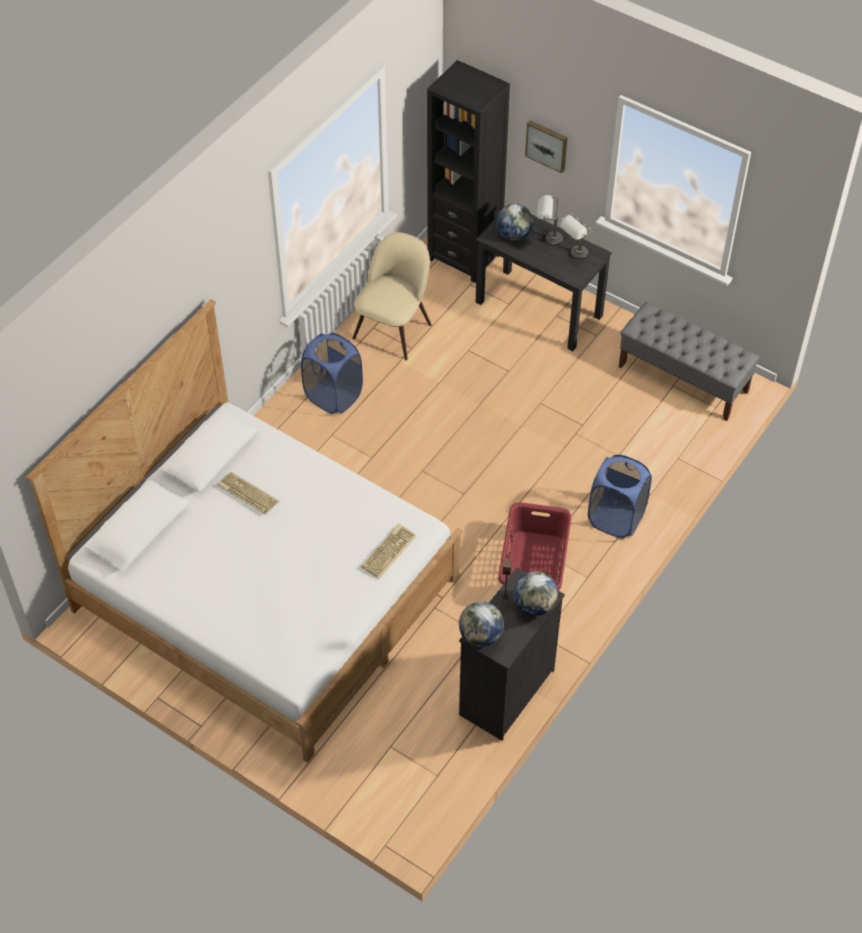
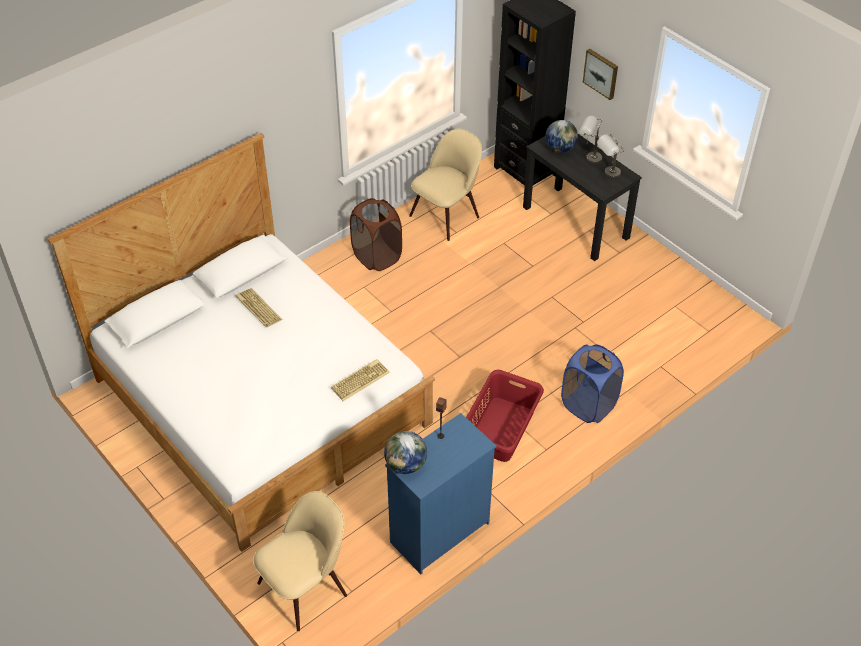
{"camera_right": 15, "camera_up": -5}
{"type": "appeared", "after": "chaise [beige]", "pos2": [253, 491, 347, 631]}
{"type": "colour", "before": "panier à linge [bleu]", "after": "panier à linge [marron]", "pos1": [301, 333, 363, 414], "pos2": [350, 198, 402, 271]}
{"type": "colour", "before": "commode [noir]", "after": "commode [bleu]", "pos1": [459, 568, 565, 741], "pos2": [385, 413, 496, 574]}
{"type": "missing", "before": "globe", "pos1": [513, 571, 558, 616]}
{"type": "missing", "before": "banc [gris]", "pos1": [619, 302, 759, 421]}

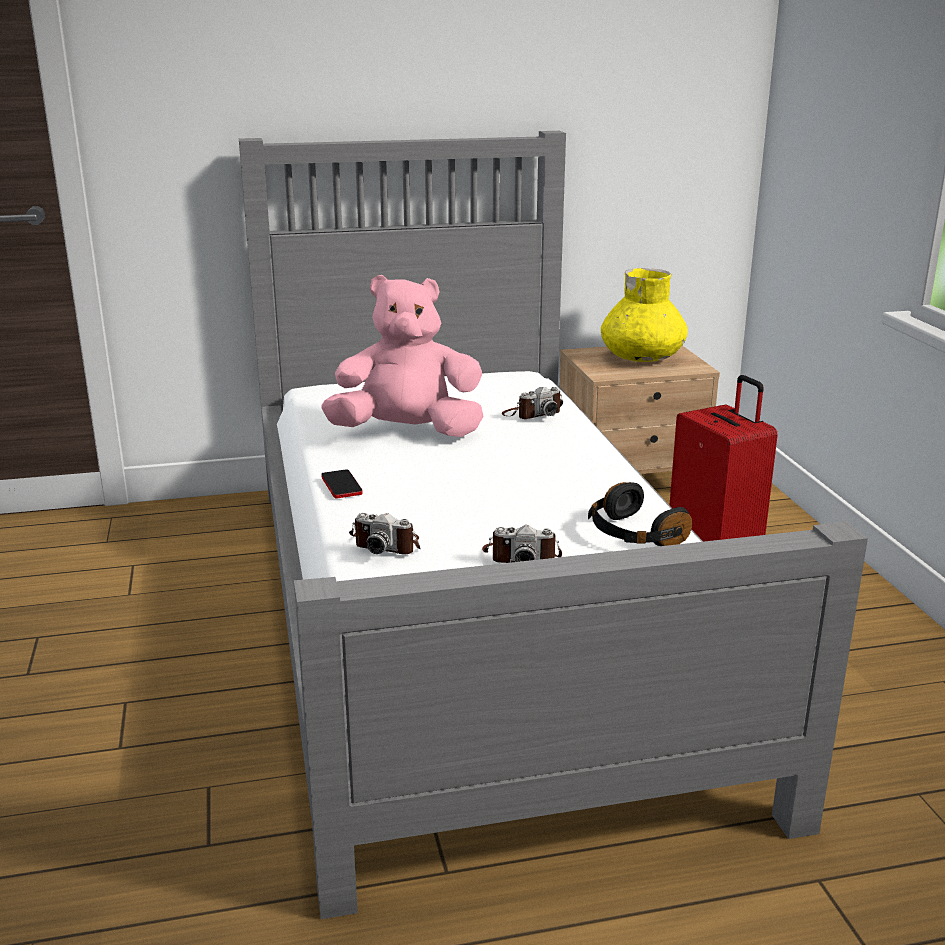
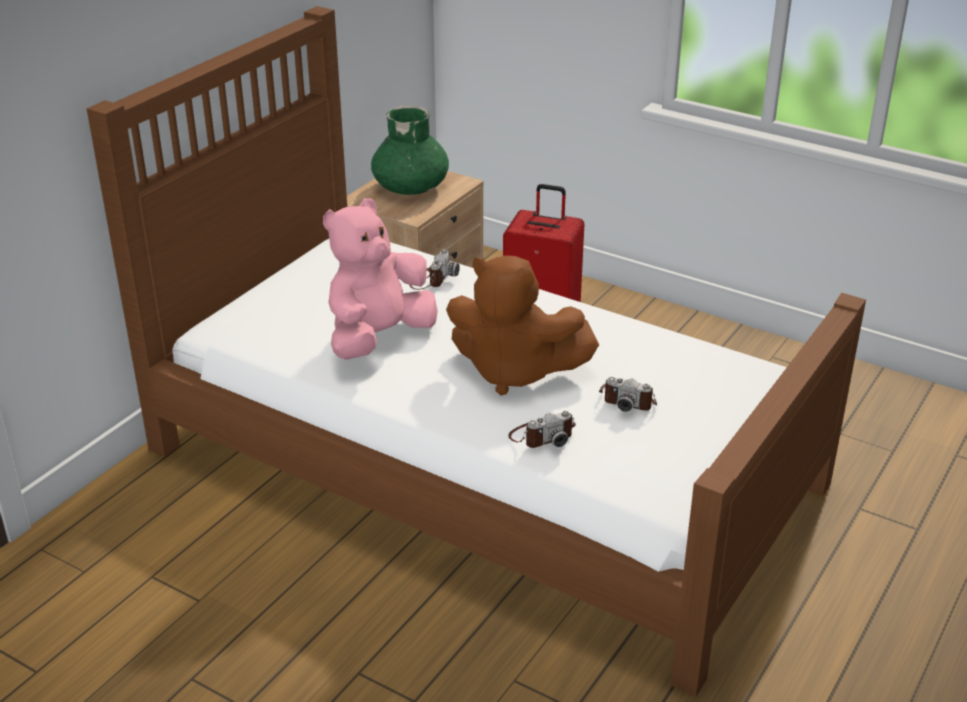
{"camera_right": -45, "camera_up": 10}
{"type": "colour", "before": "lit [gris]", "after": "lit [marron]", "pos1": [239, 131, 868, 919], "pos2": [86, 6, 866, 697]}
{"type": "colour", "before": "vase [jaune]", "after": "vase [vert]", "pos1": [601, 268, 688, 362], "pos2": [371, 105, 449, 195]}
{"type": "appeared", "after": "peluche [marron]", "pos2": [446, 255, 599, 395]}
{"type": "spun", "before": "appareil photo", "pos1": [482, 525, 562, 563], "pos2": [599, 377, 657, 412], "turn": 60}
{"type": "missing", "before": "téléphone", "pos1": [321, 469, 363, 499]}
{"type": "missing", "before": "casque audio [noir]", "pos1": [588, 482, 692, 546]}

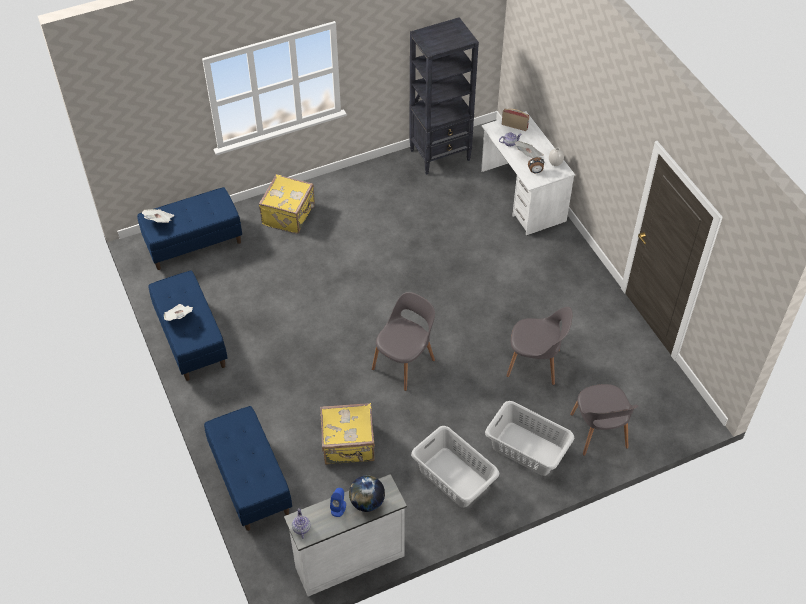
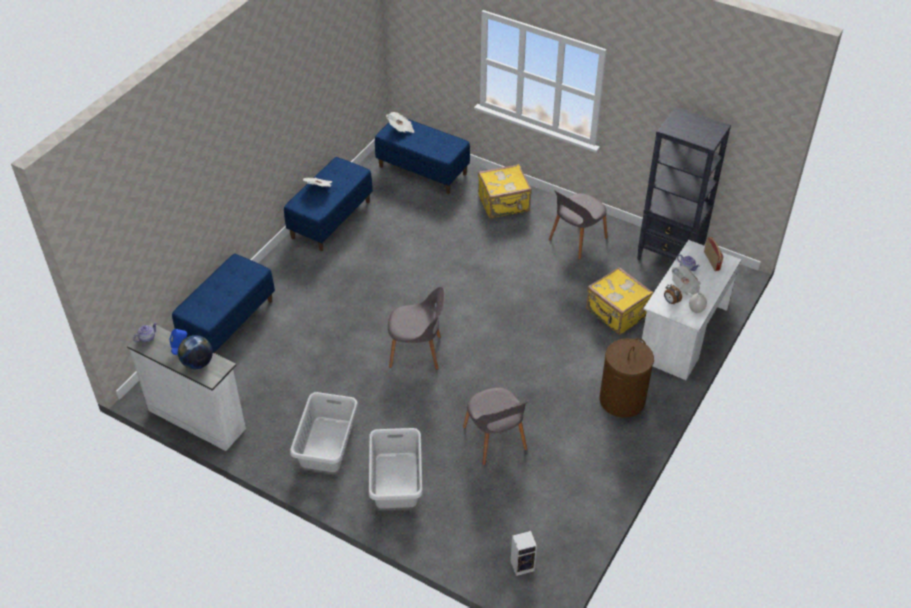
{"camera_right": 55, "camera_up": -5}
{"type": "appeared", "after": "enceinte", "pos2": [511, 531, 537, 576]}
{"type": "relocated", "before": "chaise [gris]", "pos1": [570, 384, 638, 456], "pos2": [549, 190, 608, 260]}
{"type": "relocated", "before": "valise [jaune]", "pos1": [320, 403, 375, 465], "pos2": [586, 267, 653, 335]}
{"type": "appeared", "after": "panier à linge [marron]", "pos2": [600, 338, 654, 418]}

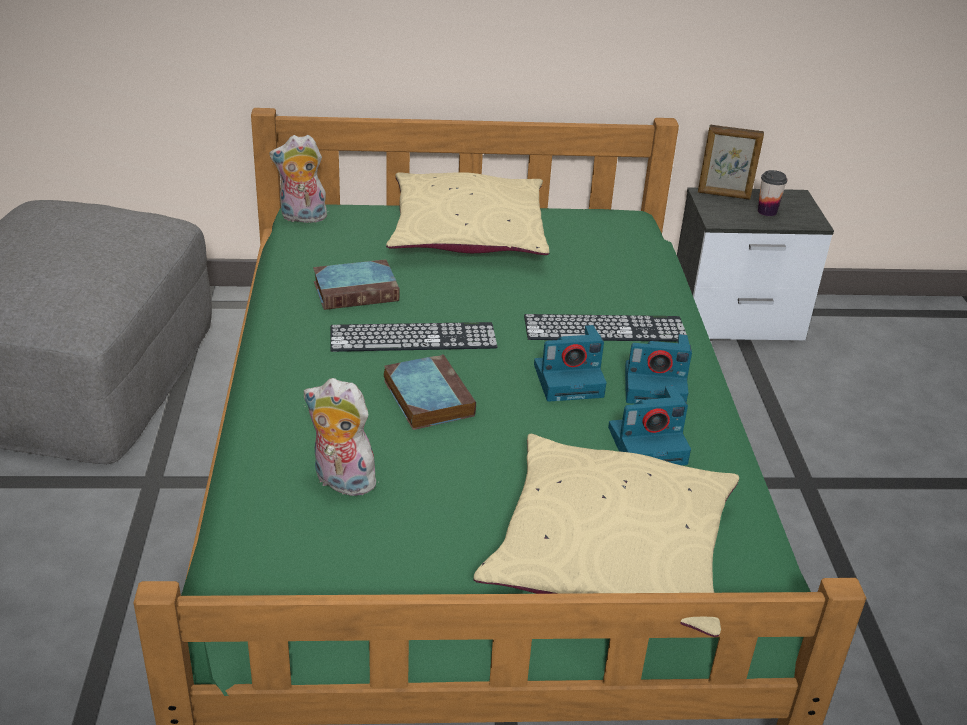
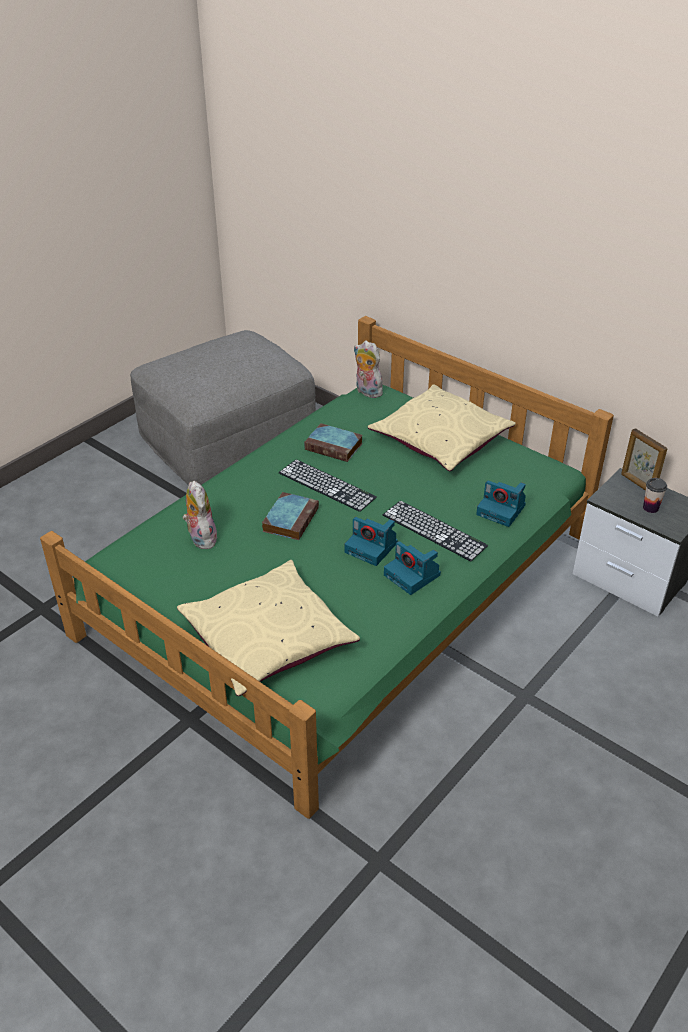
{"camera_right": 45, "camera_up": 5}
{"type": "relocated", "before": "appareil photo", "pos1": [608, 386, 691, 465], "pos2": [476, 481, 526, 527]}

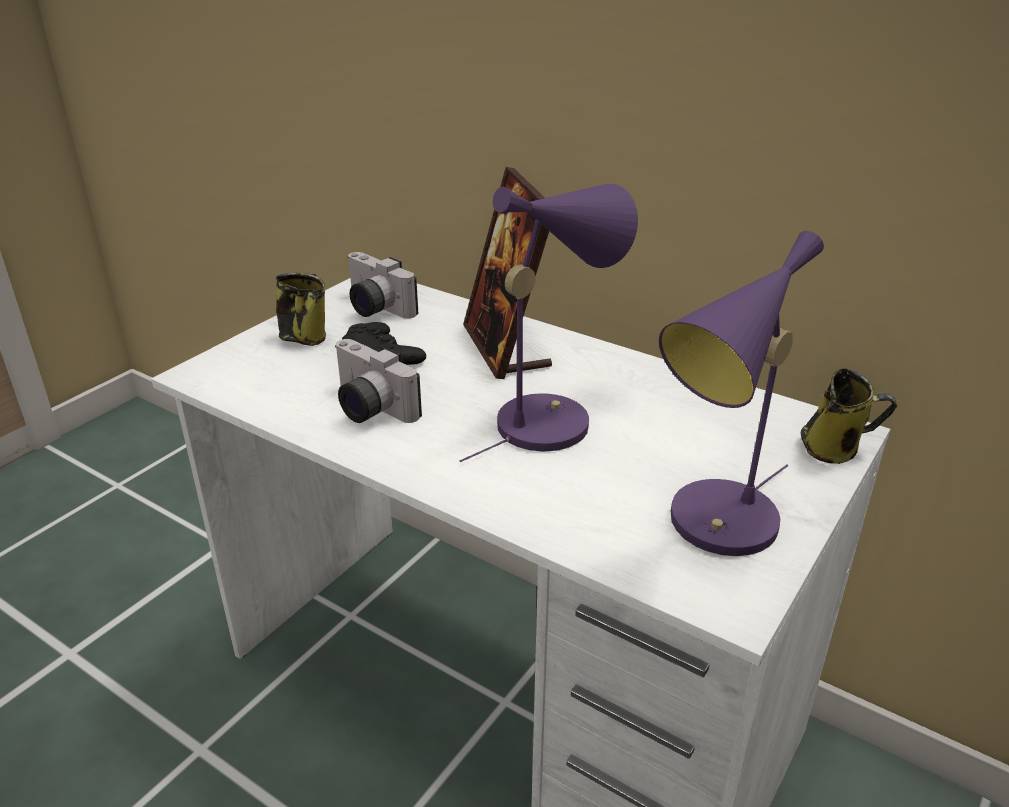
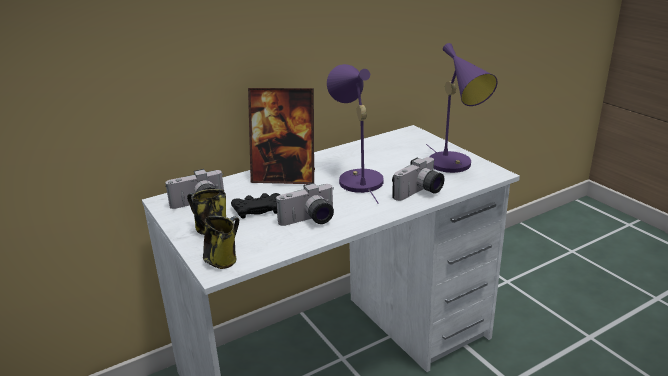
{"camera_right": -65, "camera_up": -5}
{"type": "relocated", "before": "mug", "pos1": [800, 368, 897, 464], "pos2": [203, 216, 239, 269]}
{"type": "appeared", "after": "appareil photo", "pos2": [392, 157, 444, 201]}

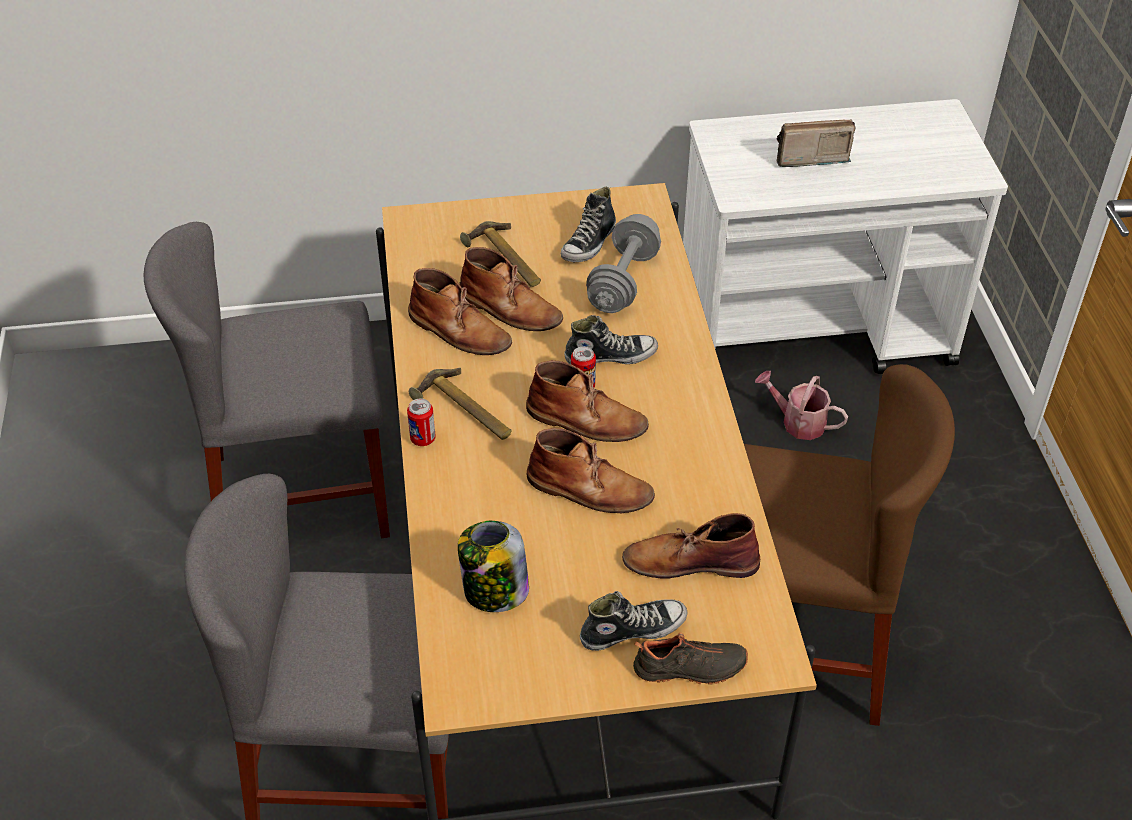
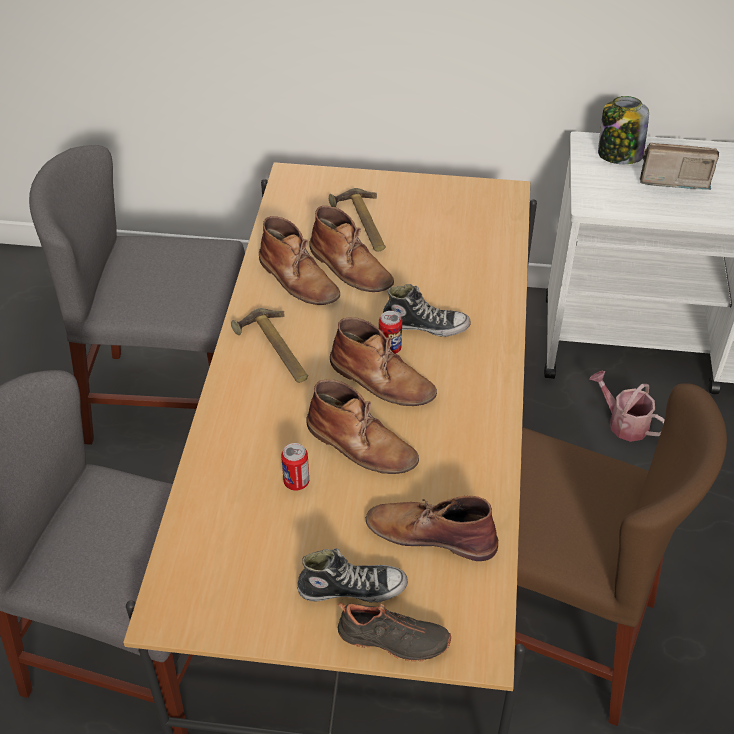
{"camera_right": 15, "camera_up": 0}
{"type": "relocated", "before": "boîte métallique", "pos1": [407, 398, 436, 446], "pos2": [281, 443, 309, 491]}
{"type": "relocated", "before": "bocal", "pos1": [458, 521, 529, 612], "pos2": [598, 96, 649, 164]}
{"type": "missing", "before": "chaussure", "pos1": [561, 187, 616, 262]}
{"type": "missing", "before": "haltère [gris]", "pos1": [586, 214, 661, 313]}

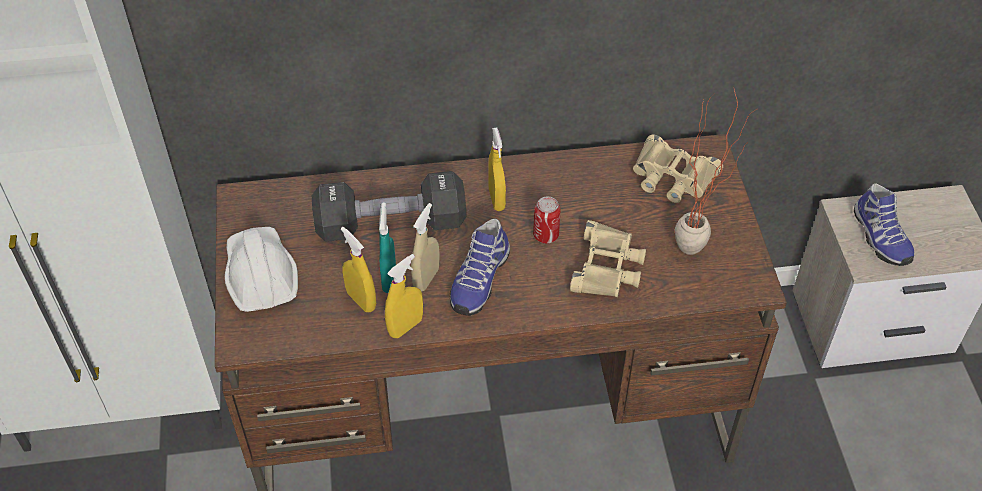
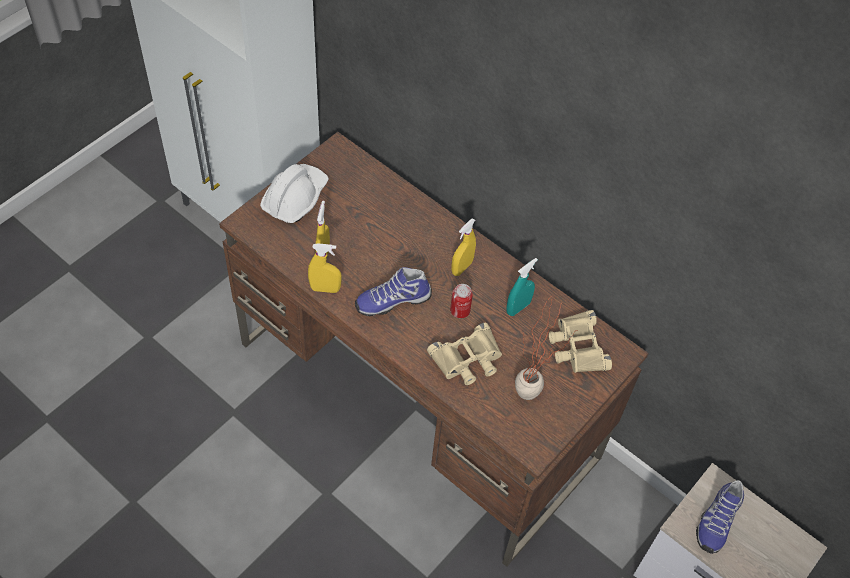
{"camera_right": 45, "camera_up": 5}
{"type": "relocated", "before": "vaporisateur [turquoise]", "pos1": [379, 202, 396, 293], "pos2": [506, 258, 538, 316]}
{"type": "missing", "before": "haltère [noir]", "pos1": [312, 171, 466, 242]}
{"type": "missing", "before": "vaporisateur [beige]", "pos1": [411, 203, 439, 292]}

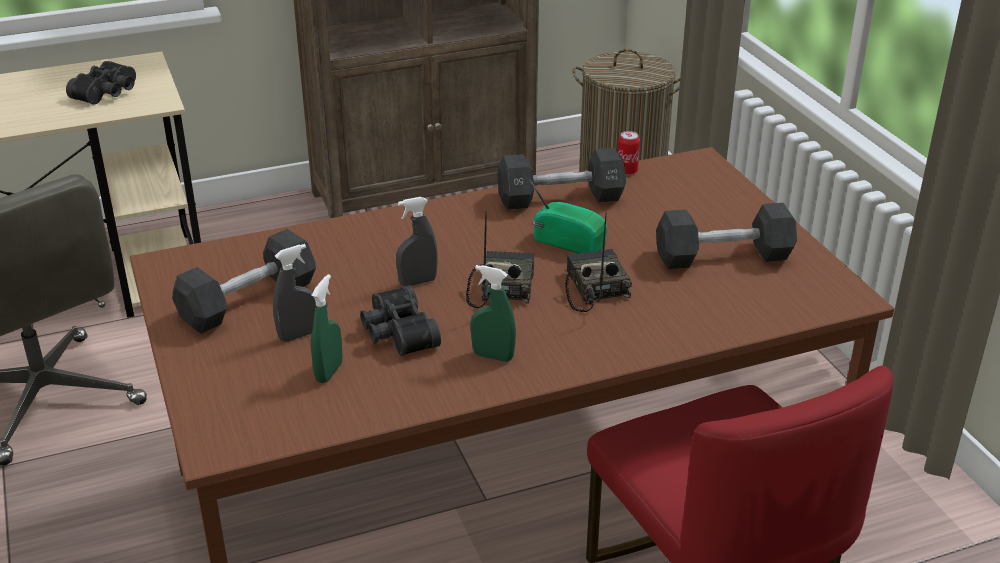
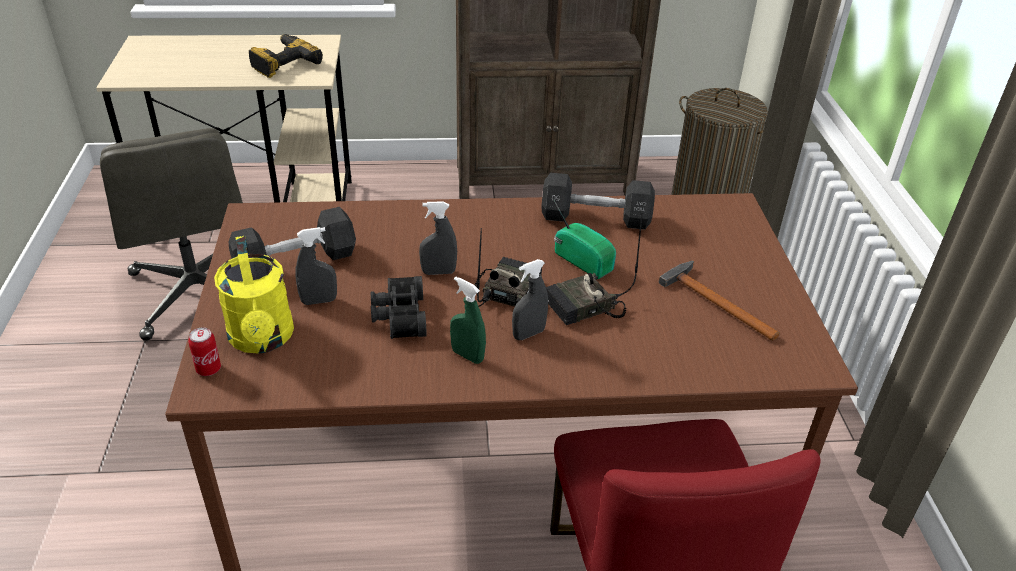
{"camera_right": 15, "camera_up": 5}
{"type": "relocated", "before": "boîte métallique", "pos1": [618, 131, 640, 175], "pos2": [188, 327, 221, 376]}
{"type": "appeared", "after": "arrosoir [jaune]", "pos2": [214, 236, 294, 354]}
{"type": "exchanged", "before": "jumelles [noir]", "after": "perceuse", "pos1": [66, 61, 136, 104], "pos2": [249, 34, 323, 78]}
{"type": "appeared", "after": "vaporisateur [gris]", "pos2": [512, 259, 548, 340]}
{"type": "spun", "before": "radio", "pos1": [565, 212, 632, 312], "pos2": [546, 214, 642, 325], "turn": -120}
{"type": "exchanged", "before": "haltère [noir]", "after": "marteau", "pos1": [656, 203, 797, 269], "pos2": [659, 260, 780, 341]}
{"type": "missing", "before": "vaporisateur [vert]", "pos1": [311, 274, 343, 383]}

